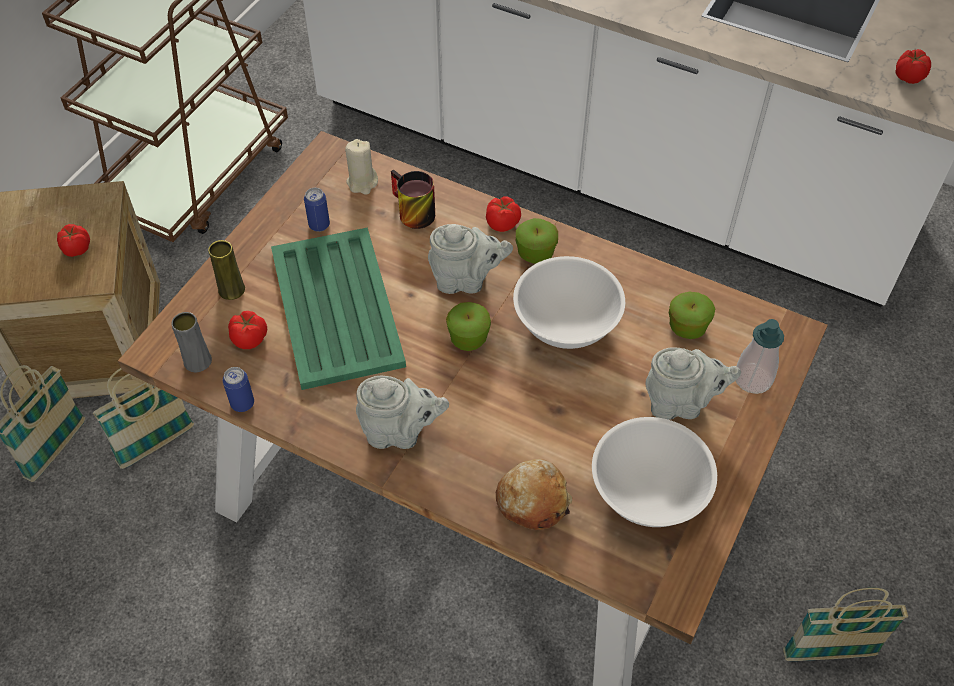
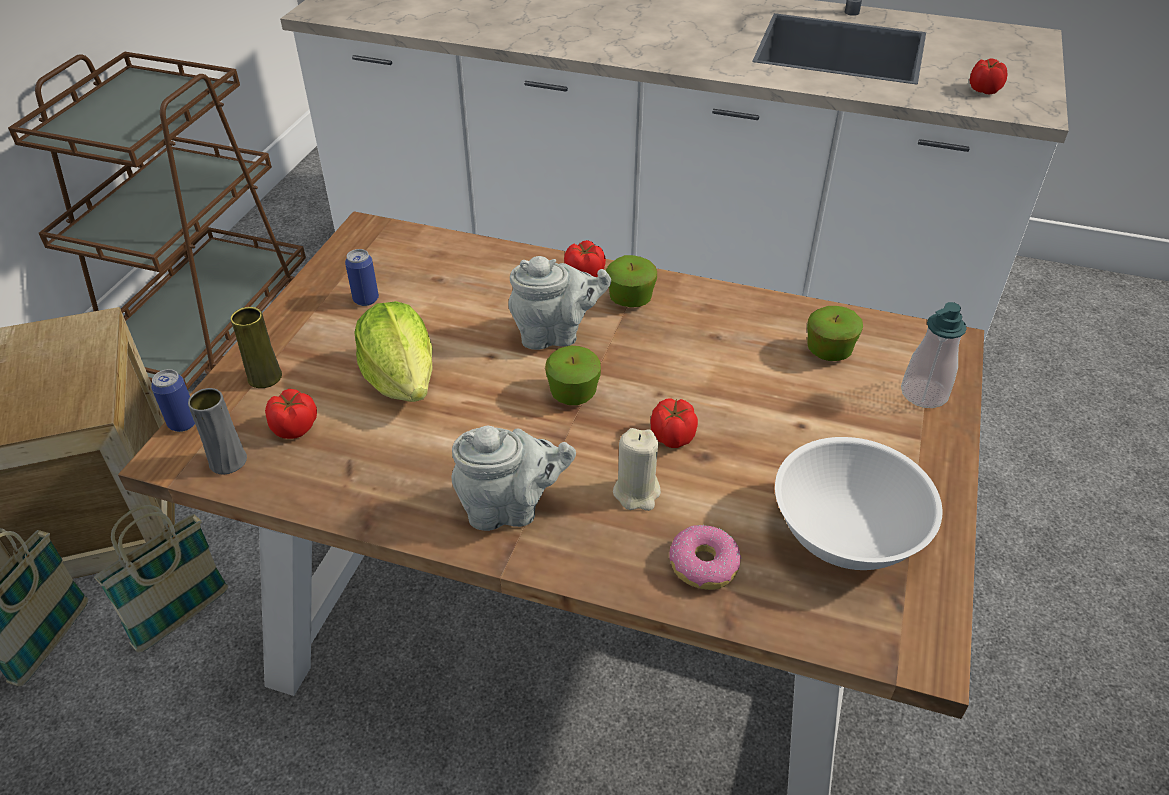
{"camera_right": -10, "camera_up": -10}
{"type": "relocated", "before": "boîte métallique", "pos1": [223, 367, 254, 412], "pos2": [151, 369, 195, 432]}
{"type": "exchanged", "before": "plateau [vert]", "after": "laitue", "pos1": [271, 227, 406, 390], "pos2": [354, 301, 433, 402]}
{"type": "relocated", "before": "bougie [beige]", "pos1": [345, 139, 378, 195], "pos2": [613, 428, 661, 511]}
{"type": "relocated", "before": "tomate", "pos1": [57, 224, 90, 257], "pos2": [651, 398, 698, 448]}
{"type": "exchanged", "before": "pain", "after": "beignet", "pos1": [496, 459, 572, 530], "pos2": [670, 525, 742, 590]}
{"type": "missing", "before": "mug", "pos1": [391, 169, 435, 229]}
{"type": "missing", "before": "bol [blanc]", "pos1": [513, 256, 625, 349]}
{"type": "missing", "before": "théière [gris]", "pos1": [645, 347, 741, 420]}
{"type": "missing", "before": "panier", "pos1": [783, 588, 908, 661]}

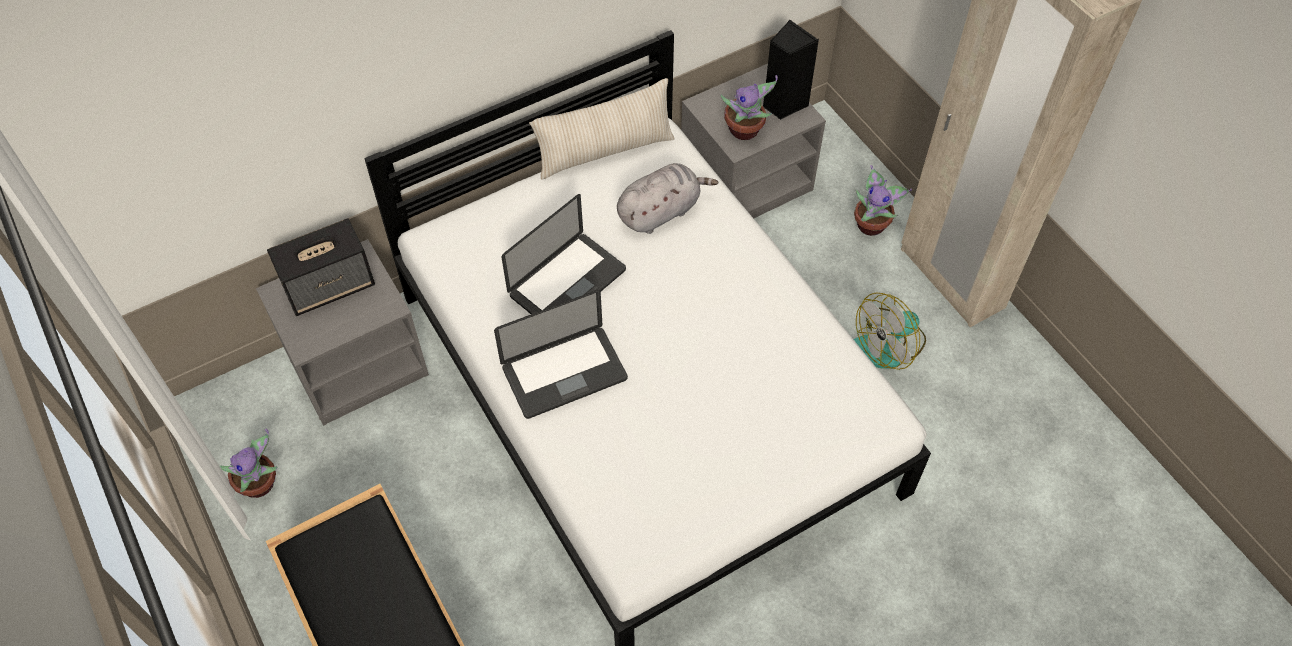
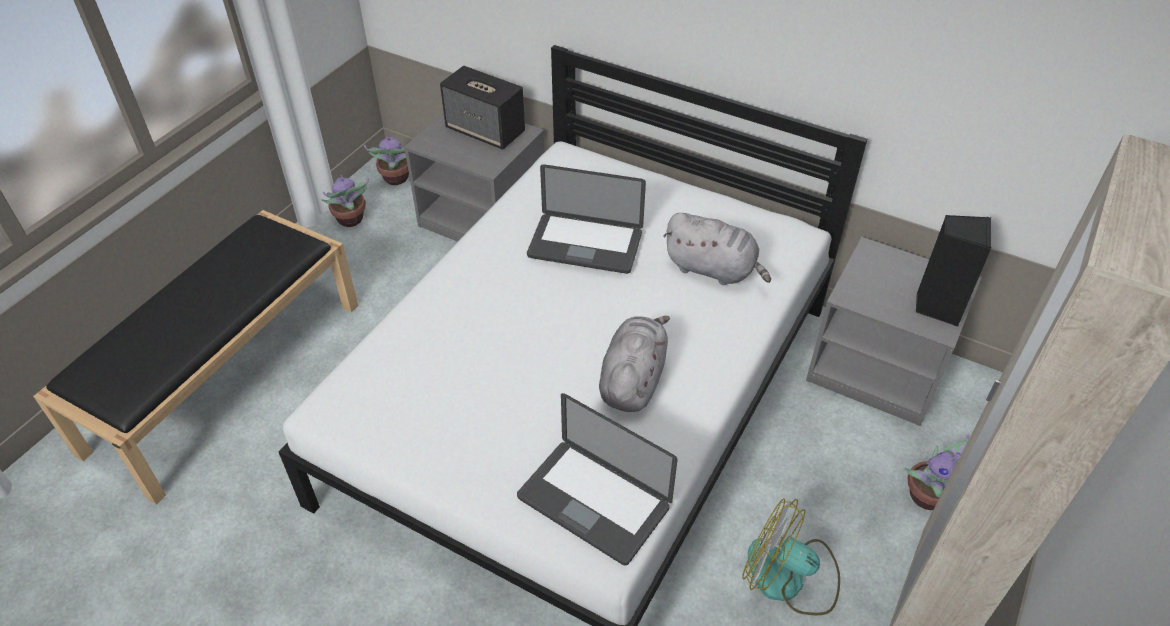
{"camera_right": 60, "camera_up": -10}
{"type": "relocated", "before": "plante en pot", "pos1": [721, 75, 778, 140], "pos2": [364, 134, 409, 185]}
{"type": "relocated", "before": "ordinateur portable", "pos1": [494, 290, 628, 419], "pos2": [517, 393, 678, 565]}
{"type": "appeared", "after": "peluche [gris]", "pos2": [599, 316, 670, 412]}
{"type": "missing", "before": "coussin [beige]", "pos1": [529, 78, 675, 179]}

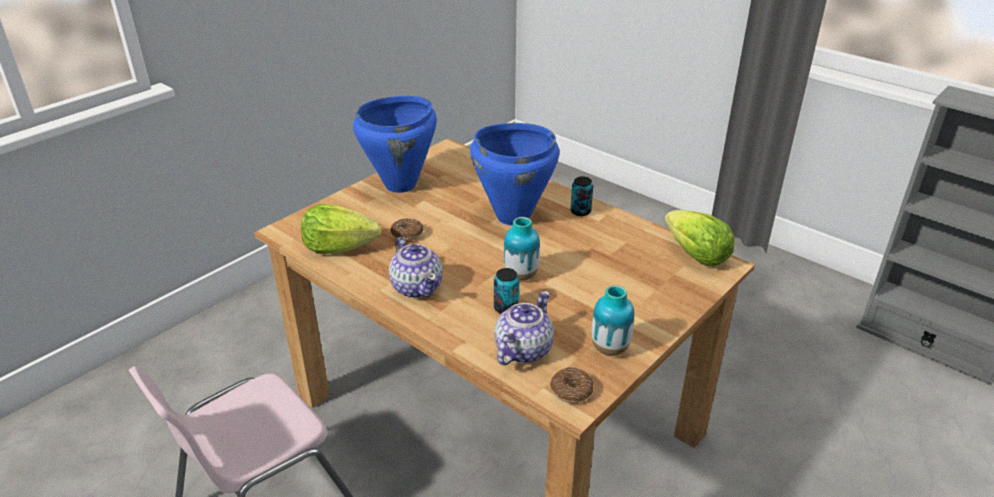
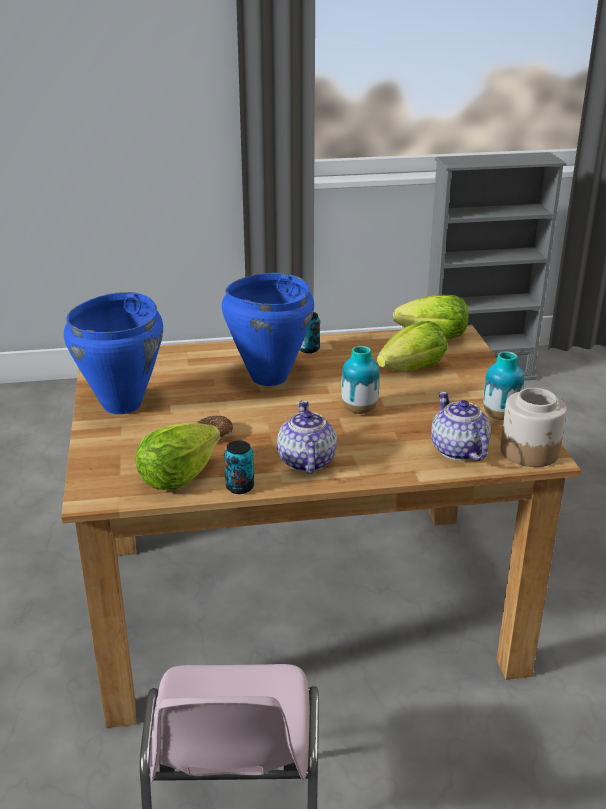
{"camera_right": -50, "camera_up": -5}
{"type": "relocated", "before": "boîte métallique", "pos1": [494, 268, 519, 314], "pos2": [224, 440, 254, 494]}
{"type": "spun", "before": "théière", "pos1": [389, 237, 443, 298], "pos2": [277, 400, 337, 474], "turn": -105}
{"type": "appeared", "after": "laitue", "pos2": [377, 321, 447, 371]}
{"type": "exchanged", "before": "beignet", "after": "bocal", "pos1": [550, 367, 594, 403], "pos2": [501, 388, 567, 467]}

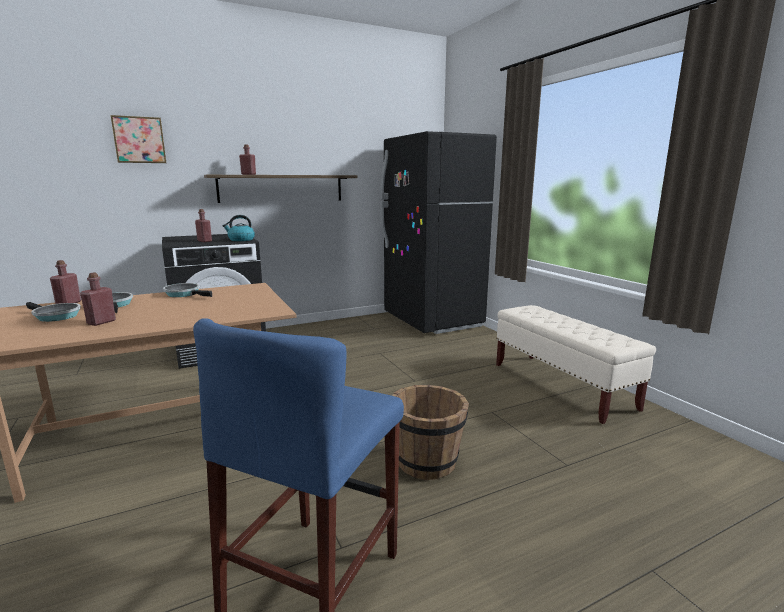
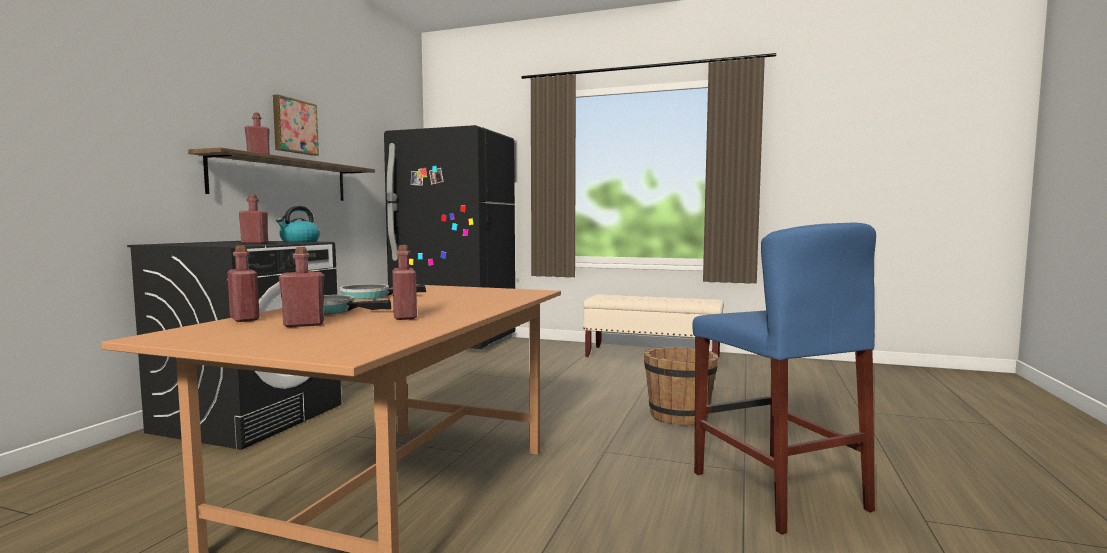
{"camera_right": -45, "camera_up": -10}
{"type": "relocated", "before": "tableau", "pos1": [110, 115, 166, 163], "pos2": [273, 94, 319, 156]}
{"type": "exchanged", "before": "poêle", "after": "bouteille [rouge]", "pos1": [26, 302, 81, 322], "pos2": [279, 247, 324, 327]}

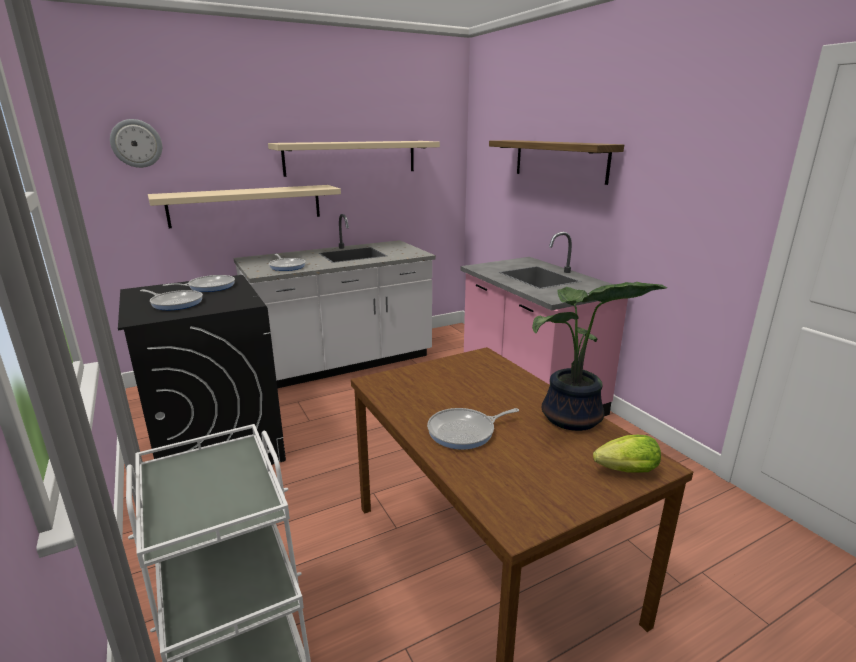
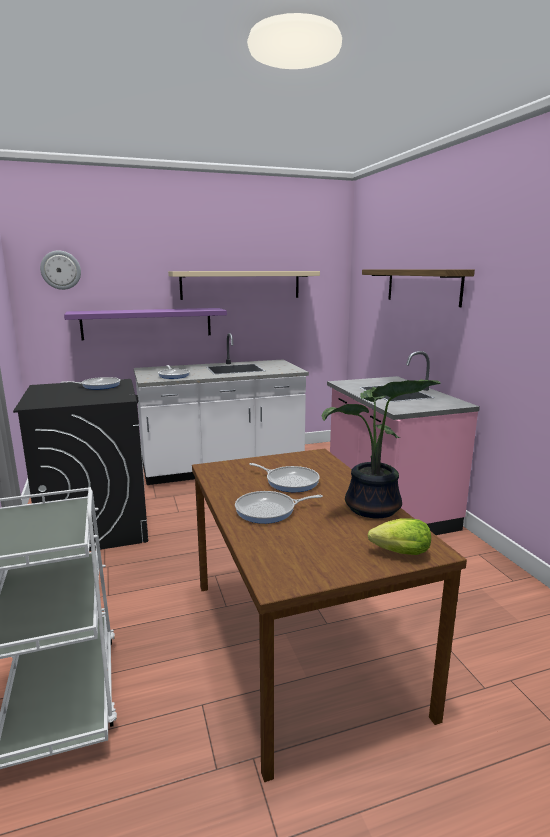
{"camera_right": 10, "camera_up": -5}
{"type": "colour", "before": "étagère [beige]", "after": "étagère [violet]", "pos1": [148, 185, 341, 228], "pos2": [64, 308, 227, 340]}
{"type": "relocated", "before": "poêle", "pos1": [140, 289, 203, 310], "pos2": [249, 463, 320, 492]}

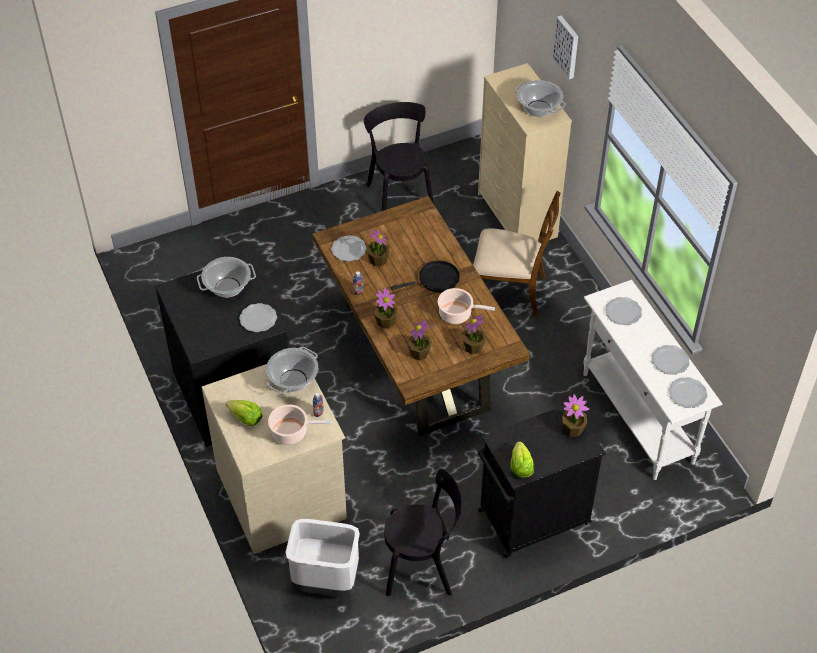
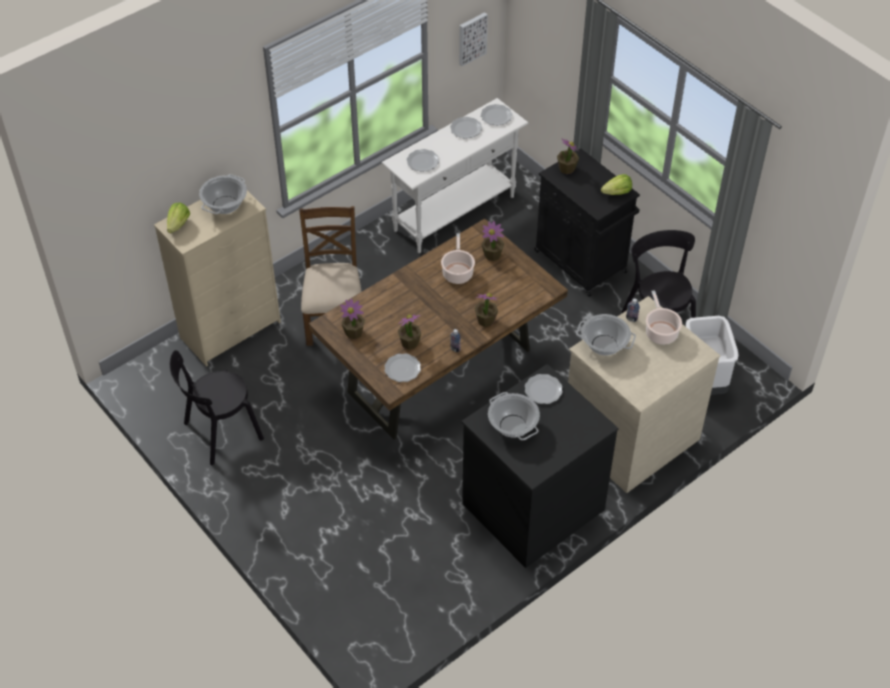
{"camera_right": -105, "camera_up": 0}
{"type": "relocated", "before": "laitue", "pos1": [226, 400, 263, 426], "pos2": [167, 203, 190, 233]}
{"type": "relocated", "before": "plante en pot", "pos1": [407, 319, 432, 361], "pos2": [340, 298, 365, 339]}
{"type": "relocated", "before": "tableau", "pos1": [553, 16, 578, 79], "pos2": [459, 12, 488, 66]}
{"type": "missing", "before": "poêle [noir]", "pos1": [391, 261, 460, 292]}

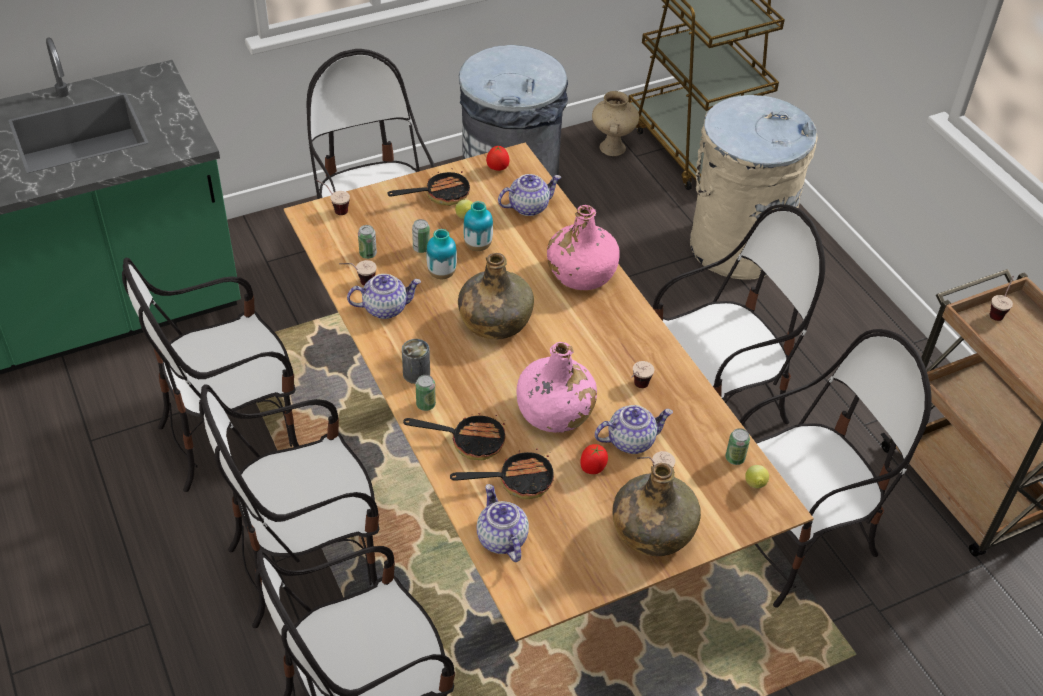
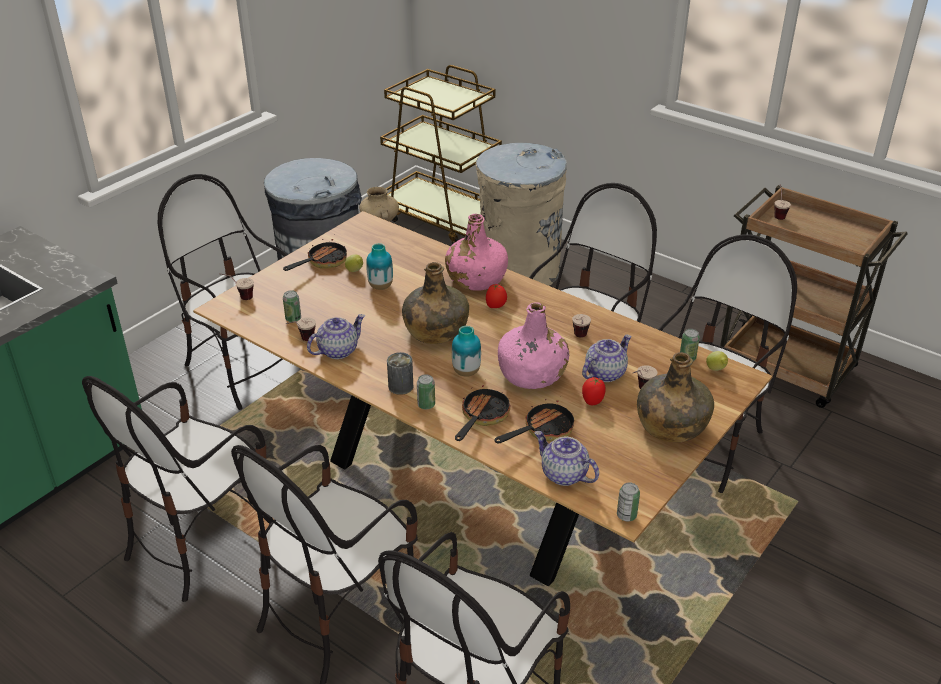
{"camera_right": -25, "camera_up": -10}
{"type": "relocated", "before": "vase", "pos1": [426, 229, 457, 279], "pos2": [452, 326, 481, 377]}
{"type": "spun", "before": "poêle", "pos1": [403, 413, 506, 460], "pos2": [455, 385, 511, 441], "turn": -45}
{"type": "relocated", "before": "tomate", "pos1": [486, 145, 509, 171], "pos2": [486, 284, 507, 308]}
{"type": "relocated", "before": "boîte métallique", "pos1": [412, 219, 430, 253], "pos2": [617, 482, 640, 521]}
{"type": "missing", "before": "théière", "pos1": [498, 174, 561, 216]}

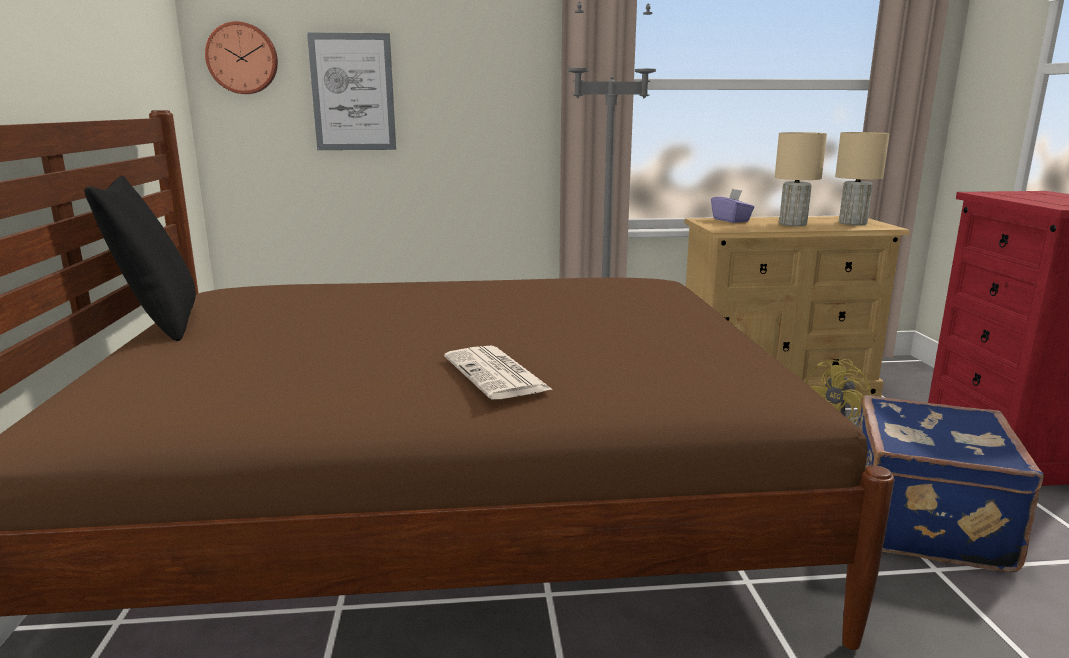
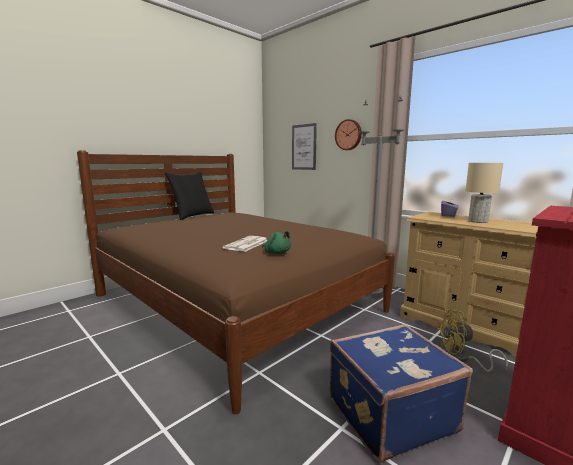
{"camera_right": 50, "camera_up": -5}
{"type": "relocated", "before": "journal", "pos1": [444, 346, 553, 399], "pos2": [223, 236, 267, 252]}
{"type": "appeared", "after": "peluche [vert]", "pos2": [262, 231, 291, 254]}
{"type": "relocated", "before": "horloge murale", "pos1": [205, 21, 278, 94], "pos2": [335, 119, 362, 150]}
{"type": "missing", "before": "lampe de table [beige]", "pos1": [835, 132, 890, 225]}

